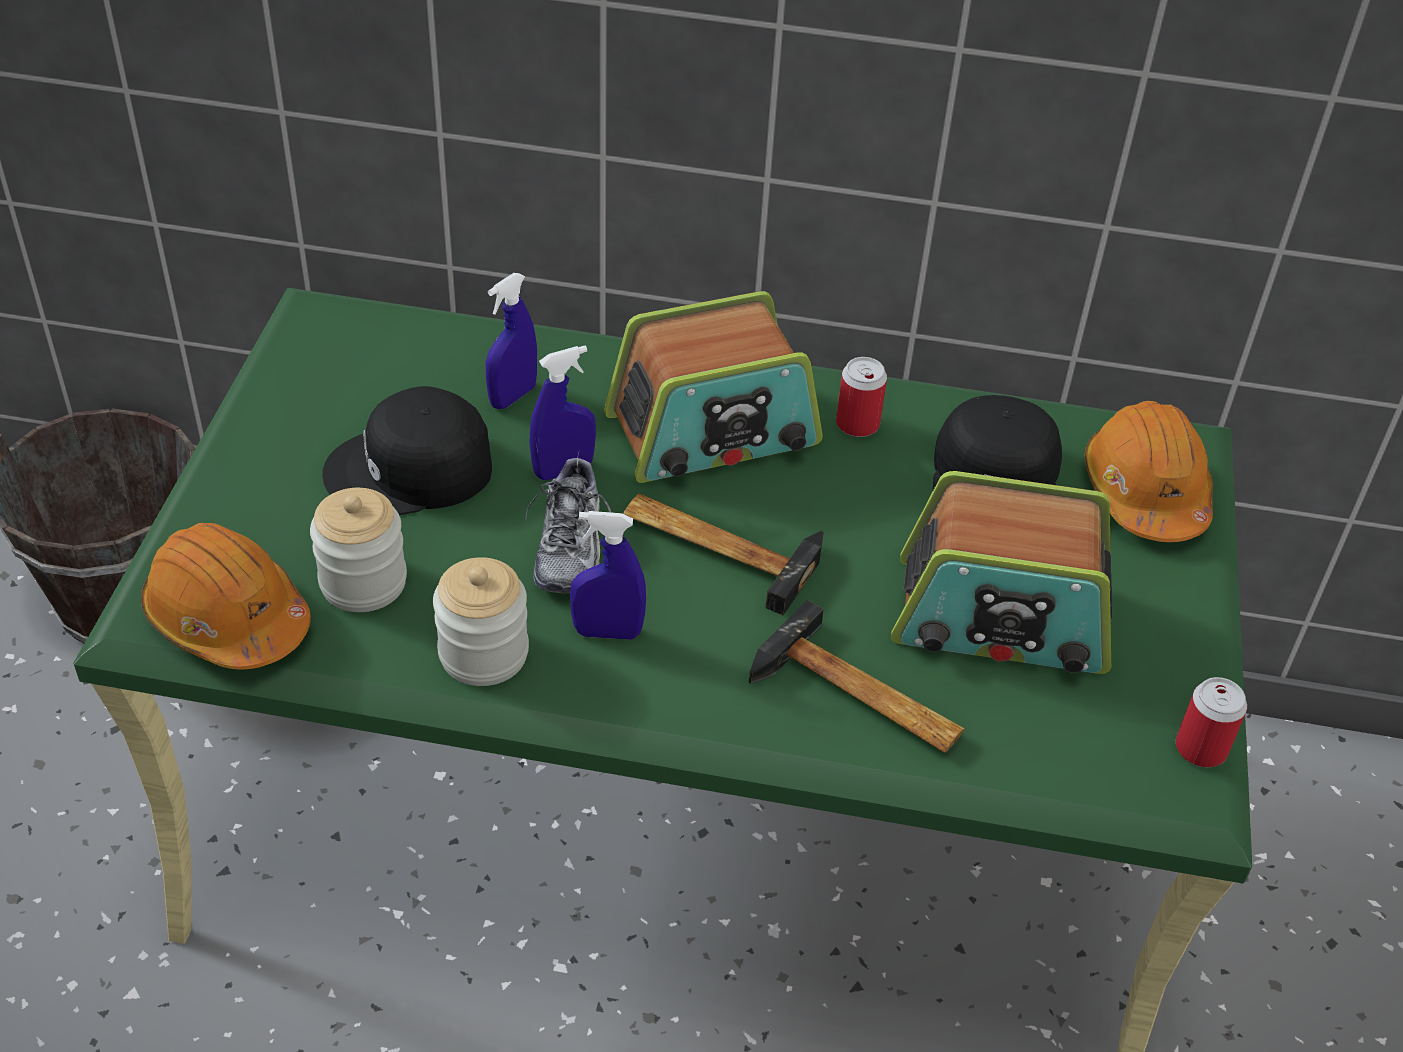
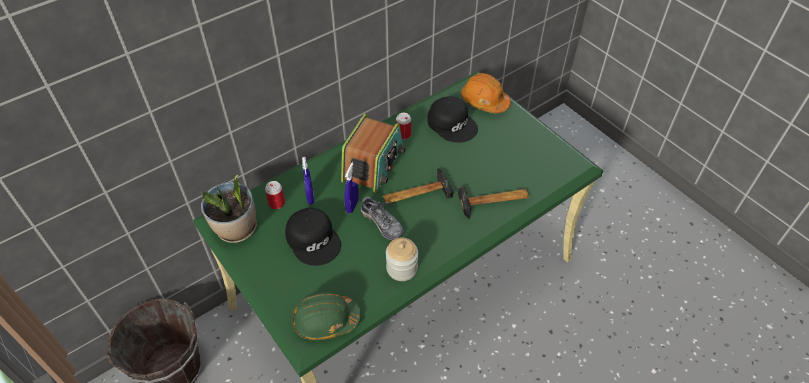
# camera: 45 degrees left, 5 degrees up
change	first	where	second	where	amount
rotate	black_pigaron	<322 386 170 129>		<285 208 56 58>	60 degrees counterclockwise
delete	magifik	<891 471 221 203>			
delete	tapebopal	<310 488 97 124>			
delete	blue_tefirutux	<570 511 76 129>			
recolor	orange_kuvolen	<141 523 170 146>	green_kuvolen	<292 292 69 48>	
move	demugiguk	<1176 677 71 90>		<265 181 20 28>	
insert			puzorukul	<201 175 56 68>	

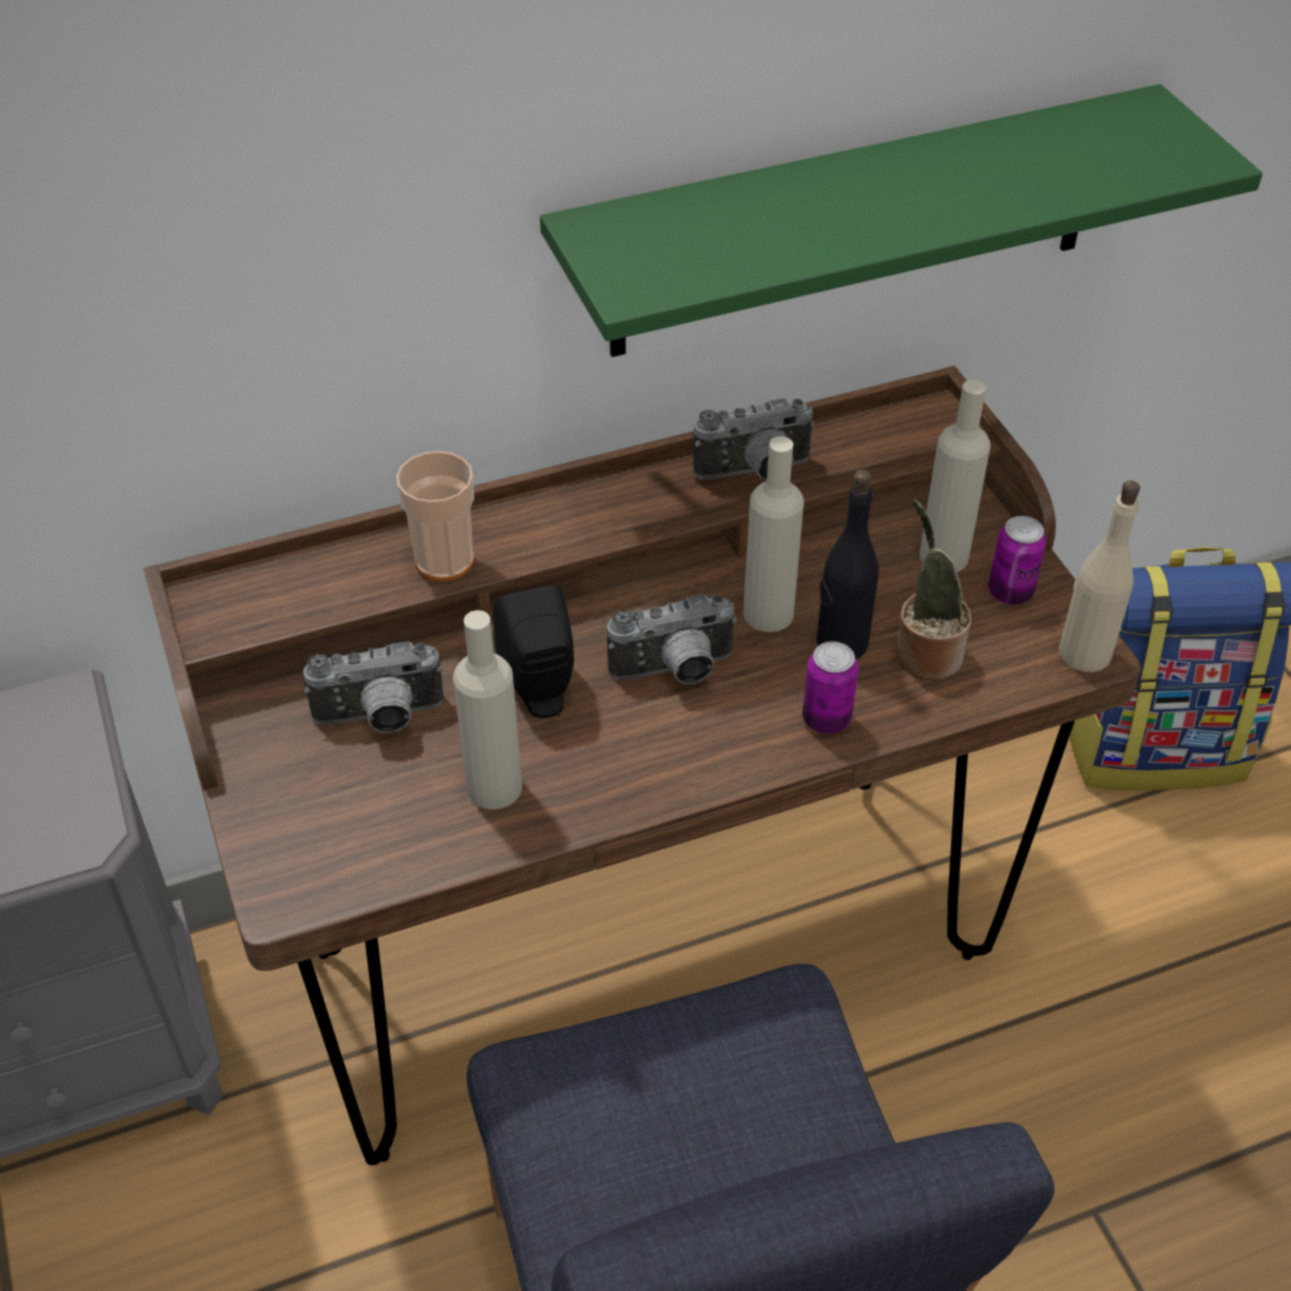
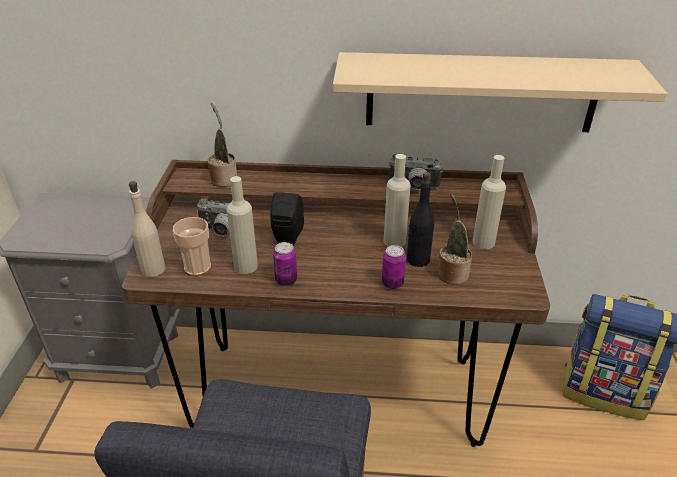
# camera: 25 degrees right, 10 degrees down
change	first	where	second	where	amount
recolor	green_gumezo	<540 84 723 273>	beige_gumezo	<333 52 334 80>	
move	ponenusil	<396 451 78 130>		<173 217 38 60>	
move	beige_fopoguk	<1059 480 81 192>		<129 181 36 96>	
move	demugiguk	<988 516 58 89>		<273 242 24 44>	
delete	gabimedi	<607 594 131 90>			
insert			puzorukul	<207 103 30 84>	

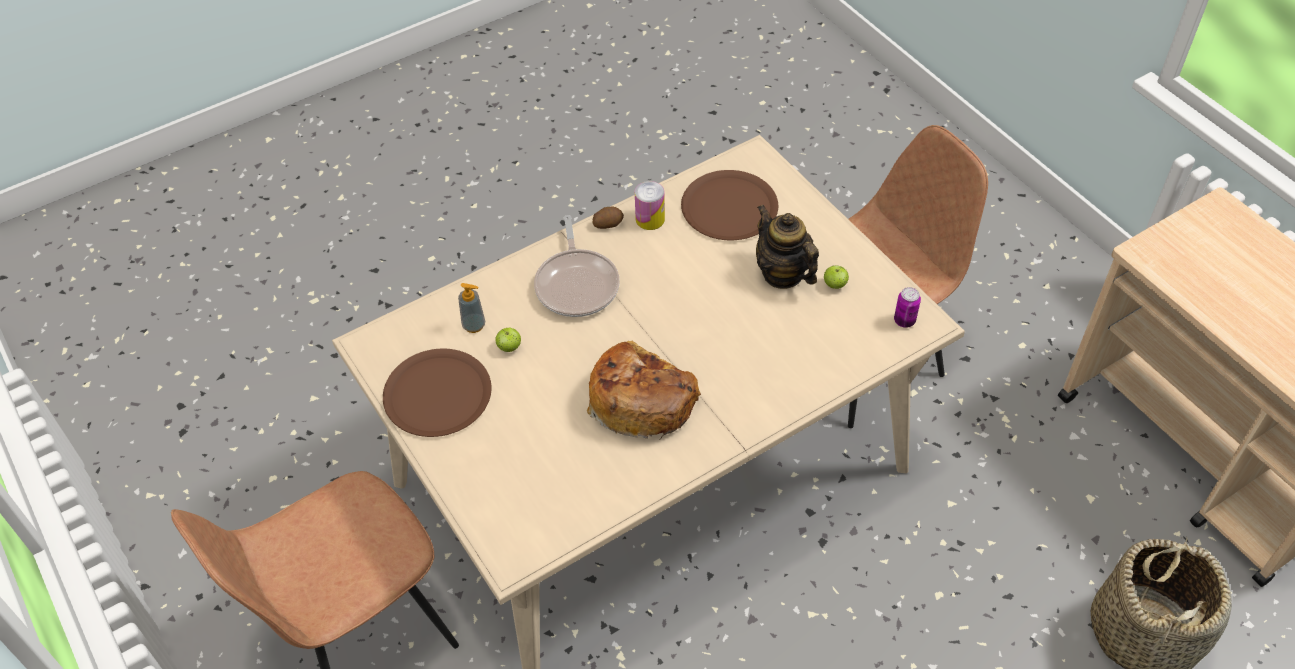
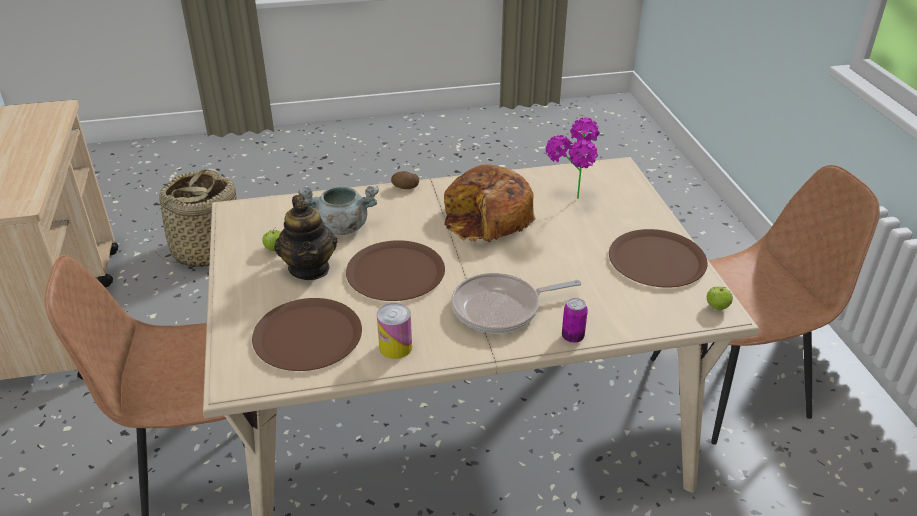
# camera: 160 degrees left, 15 degrees down
change	first	where	second	where	amount
move	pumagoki	<593 207 31 22>		<391 171 28 18>	
rotate	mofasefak	<534 215 86 102>		<451 273 130 60>	120 degrees counterclockwise
delete	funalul	<458 283 27 50>			
move	demugiguk	<894 287 27 41>		<562 298 26 45>	
move	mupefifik	<495 328 26 24>		<707 286 26 24>	
insert			puzorukul	<546 117 53 82>	
insert			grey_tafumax	<298 186 81 49>	
insert			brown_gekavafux	<346 240 99 61>	

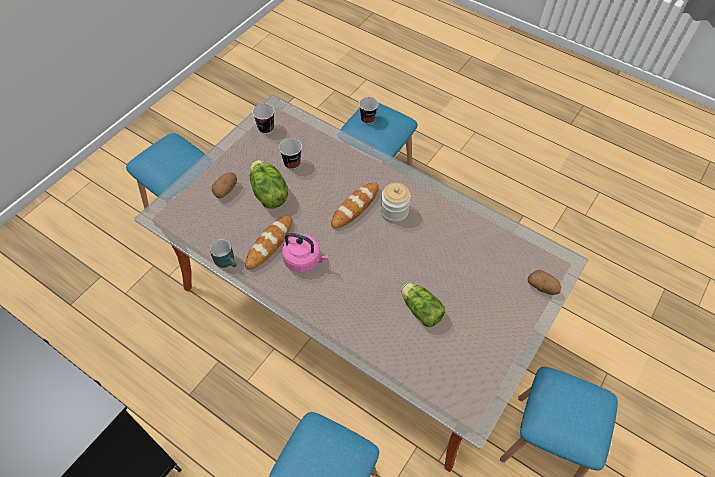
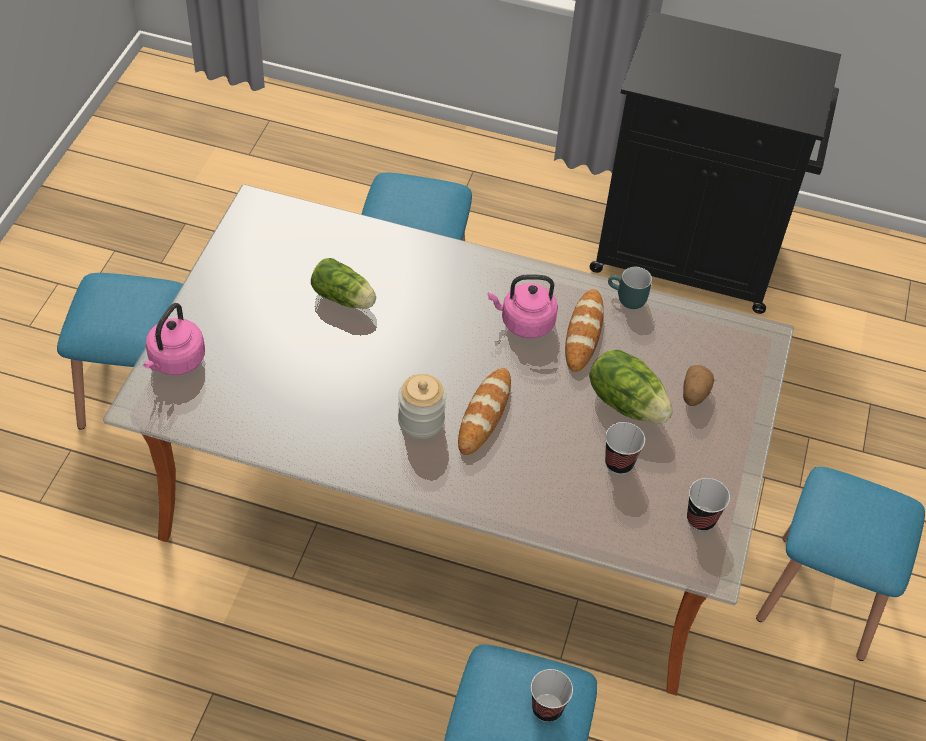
# camera: 160 degrees right, 5 degrees down
change	first	where	second	where	amount
replace	pumagoki	<528 270 34 25>	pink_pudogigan	<143 303 62 72>	

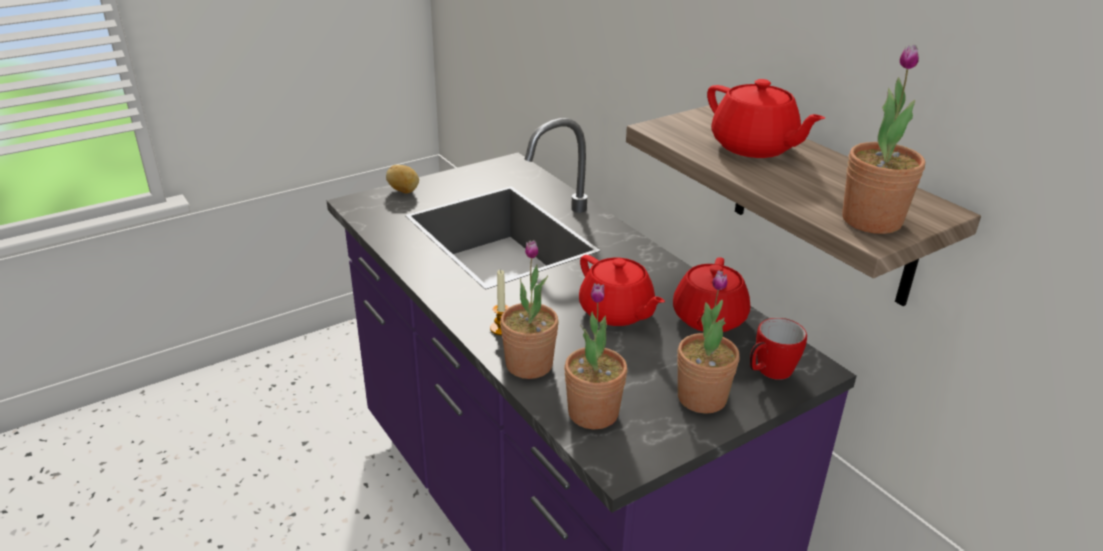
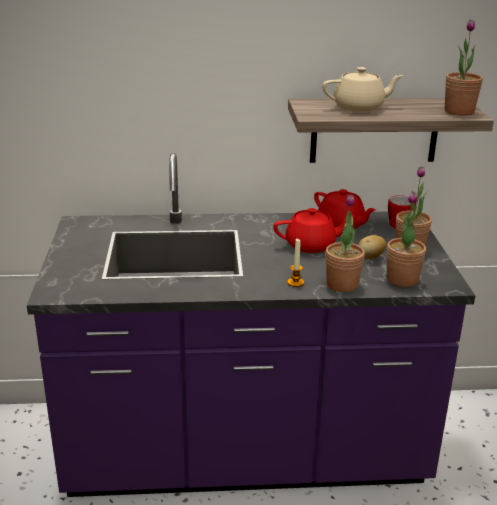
# camera: 60 degrees left, 5 degrees down
change	first	where	second	where	amount
recolor	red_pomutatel	<707 79 118 79>	beige_pomutatel	<322 67 82 45>	
move	pumagoki	<386 165 33 28>		<358 235 28 24>	

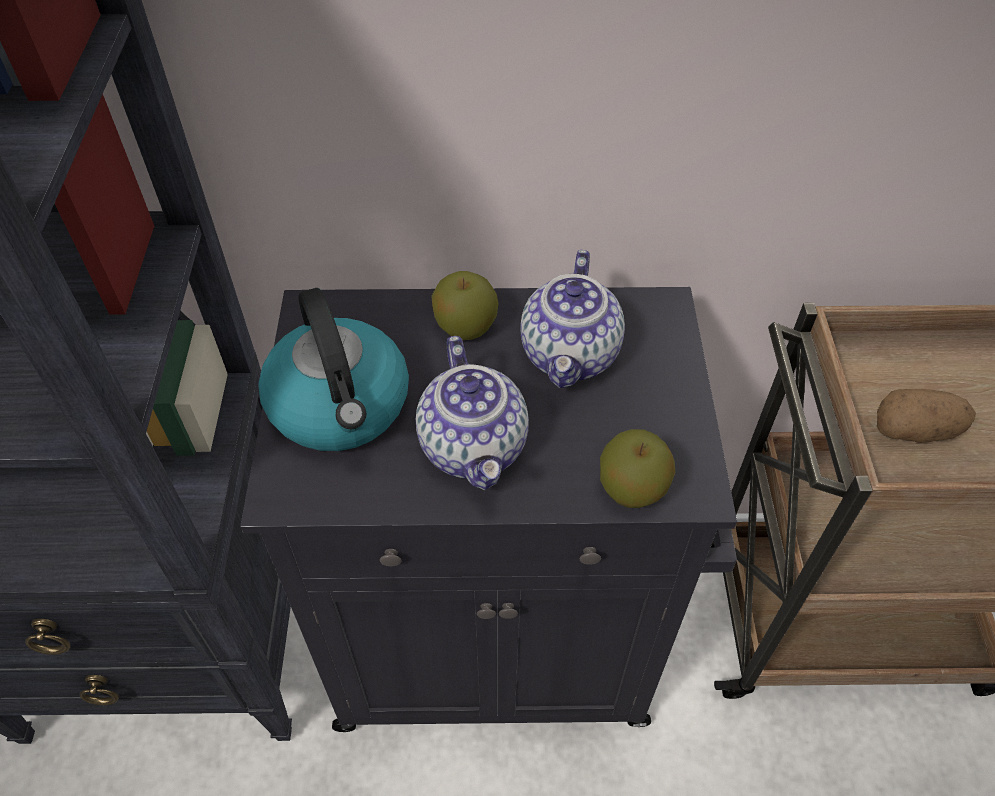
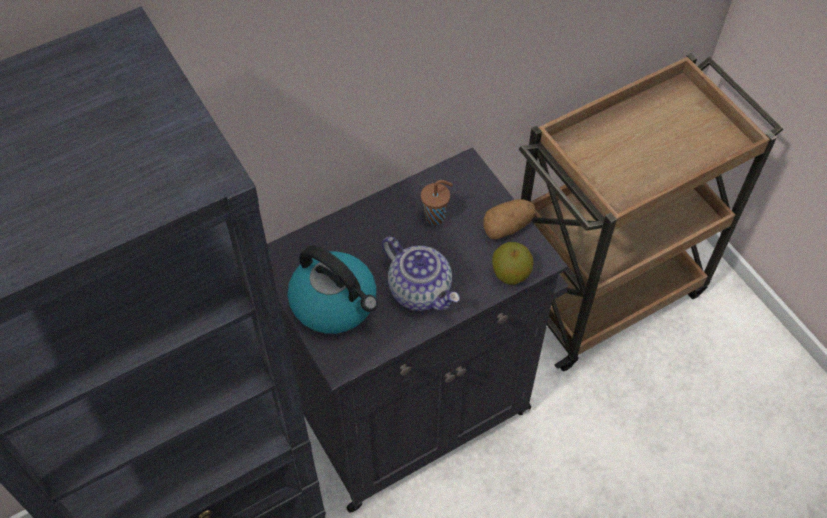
# camera: 30 degrees left, 5 degrees up
change	first	where	second	where	amount
replace	pomutatel	<520 250 105 138>	brown_ponenusil	<421 180 32 45>	
delete	mupefifik	<431 271 67 69>			
move	pumagoki	<877 389 99 54>		<483 199 52 40>	

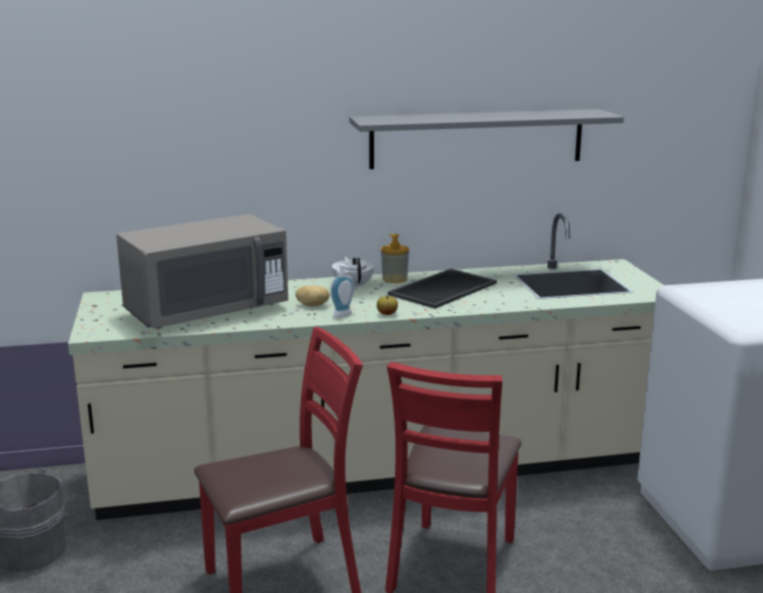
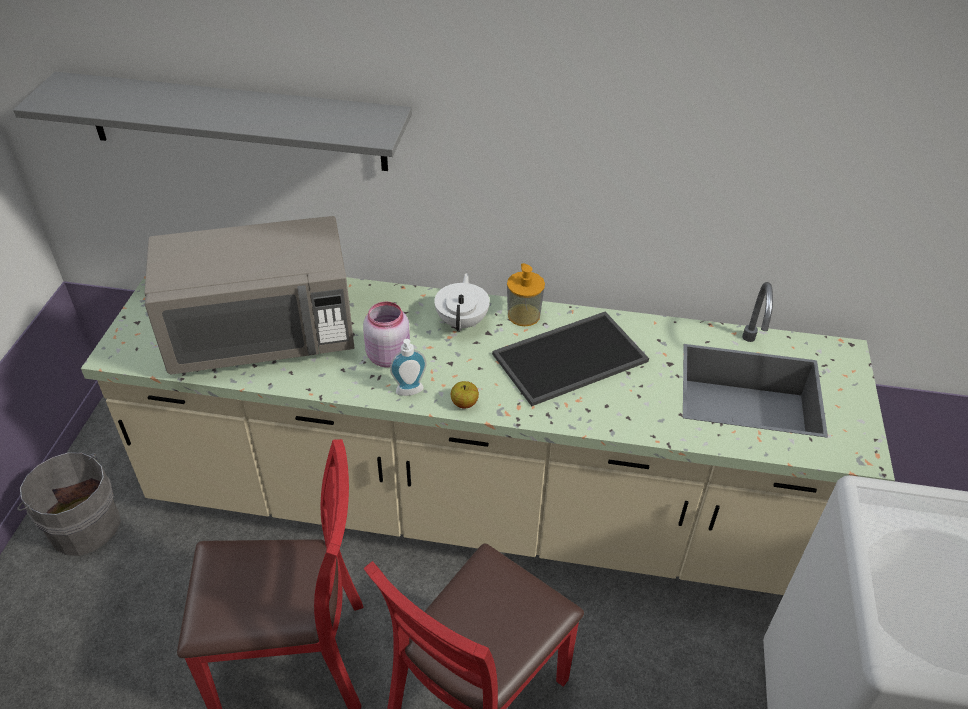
# camera: 20 degrees right, 25 degrees up
change	first	where	second	where	amount
move	grey_gumezo	<349 109 275 60>		<13 72 399 99>	
replace	pumagoki	<295 285 35 22>	pink_tapebopal	<363 302 47 66>	

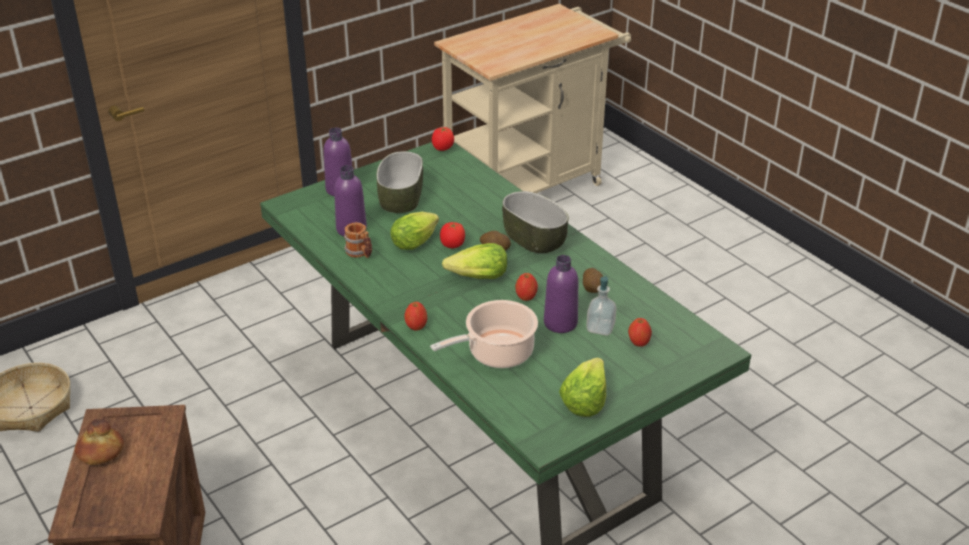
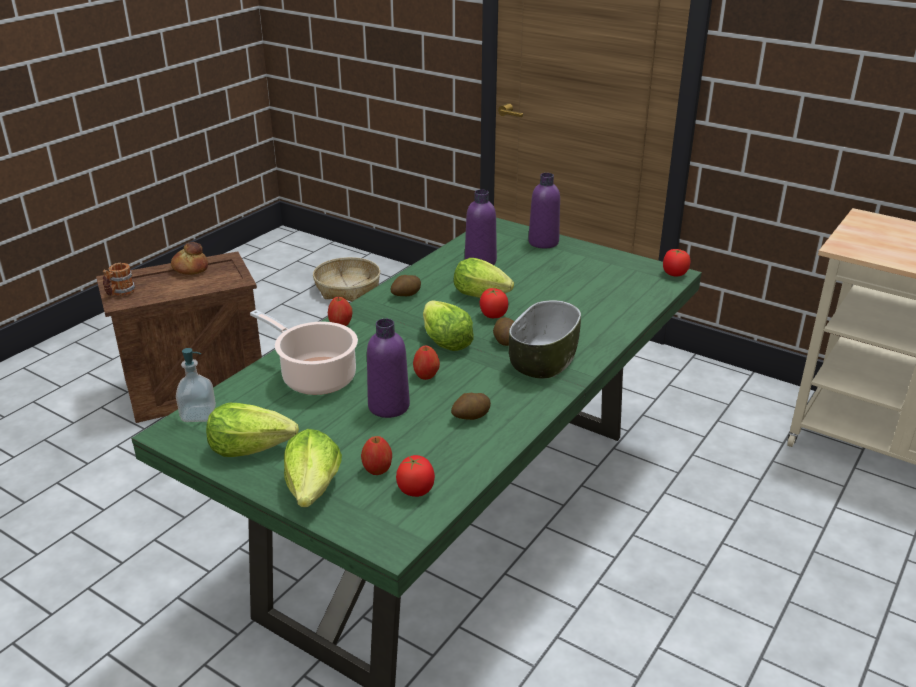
# camera: 70 degrees right, 5 degrees down
change	first	where	second	where	amount
delete	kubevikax	<376 151 47 62>			
move	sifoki	<344 222 28 36>		<103 263 32 34>	
move	funalul	<586 276 31 60>		<176 348 40 74>	
insert			pumagoki	<391 275 30 21>	
insert			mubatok	<284 429 58 78>	
insert			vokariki	<396 455 39 42>	

